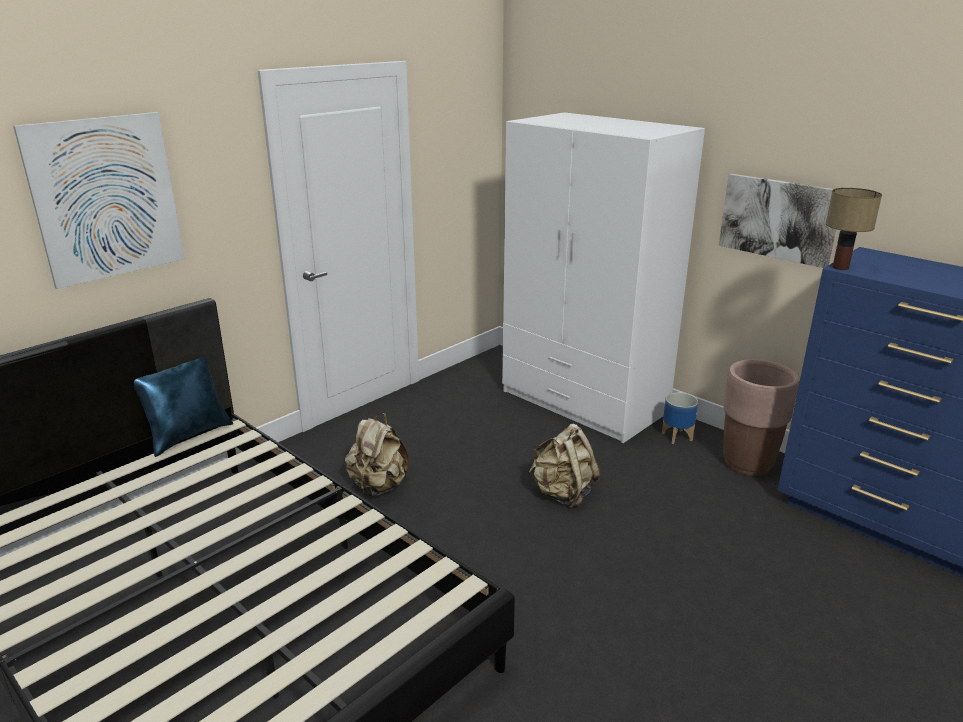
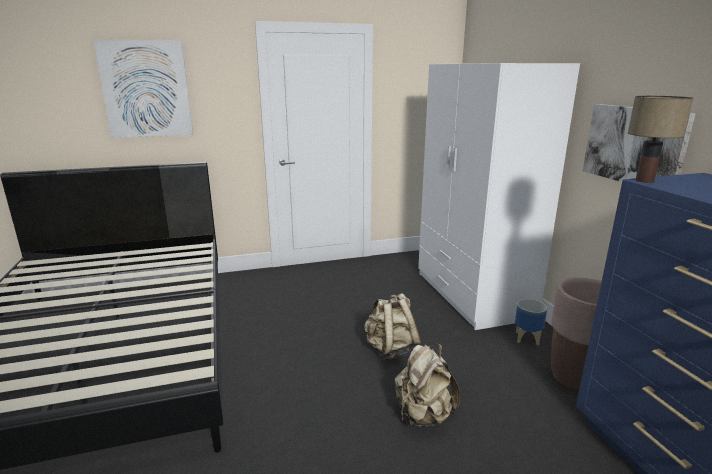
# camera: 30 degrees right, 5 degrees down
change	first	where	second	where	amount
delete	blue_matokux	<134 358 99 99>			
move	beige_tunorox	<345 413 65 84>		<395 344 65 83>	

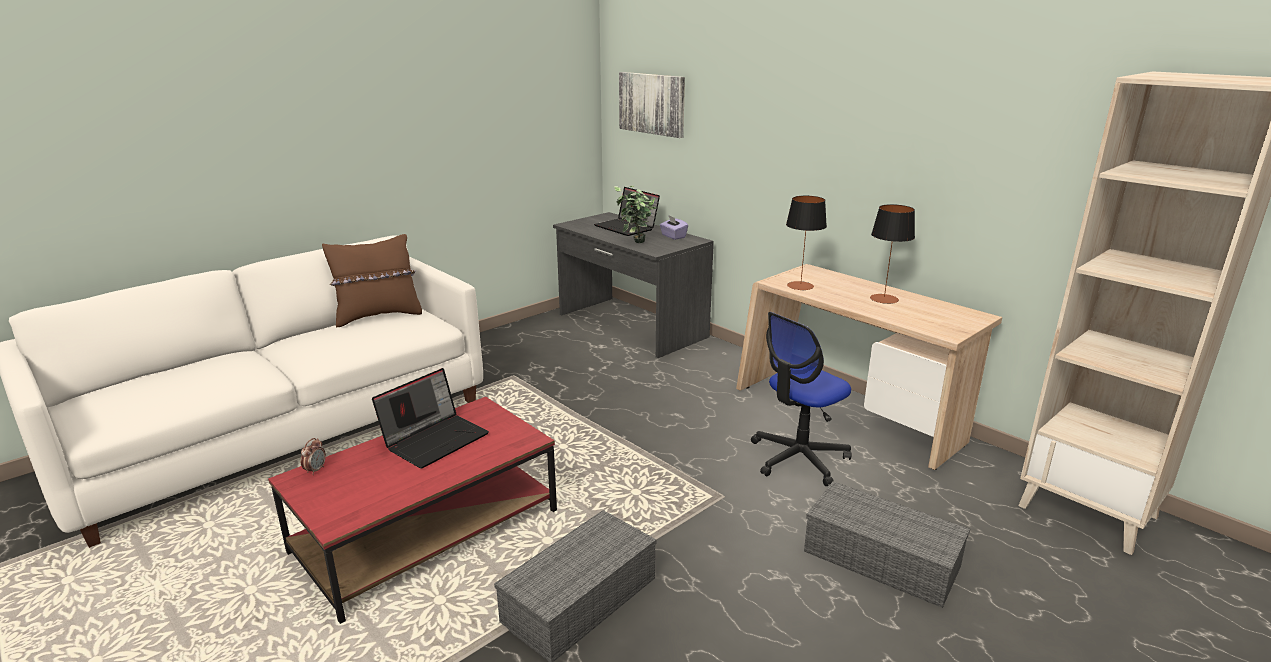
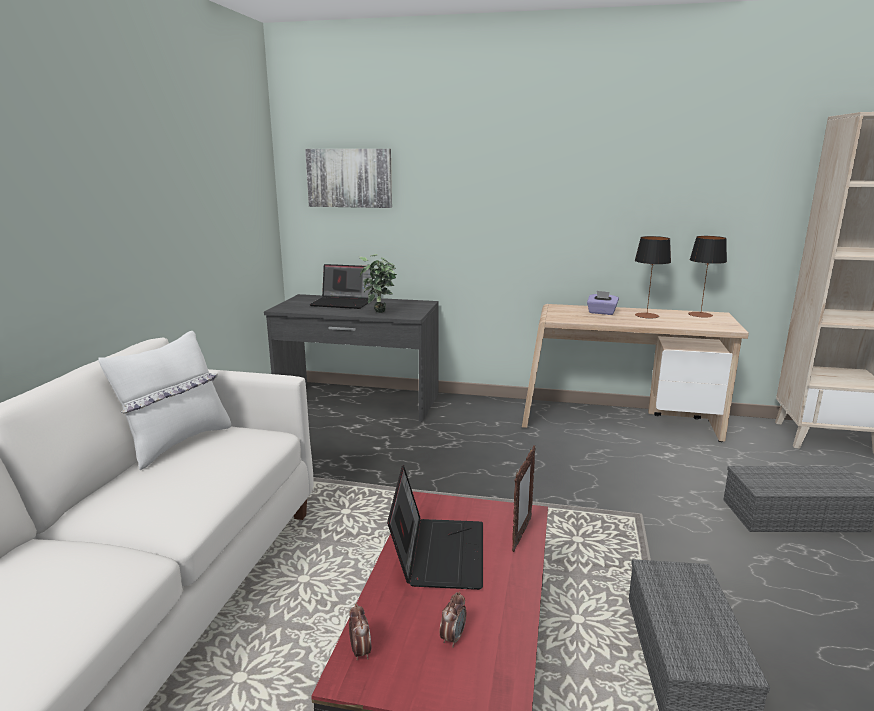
# camera: 35 degrees left, 5 degrees down
change	first	where	second	where	amount
move	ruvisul	<786 196 41 95>		<688 236 39 81>	
move	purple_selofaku	<660 216 28 24>		<587 291 32 24>	
recolor	brown_matokux	<322 234 100 94>	white_matokux	<98 331 133 139>	
delete	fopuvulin	<751 312 101 174>			
insert			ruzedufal	<512 445 24 107>	
insert			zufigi	<440 592 26 56>	

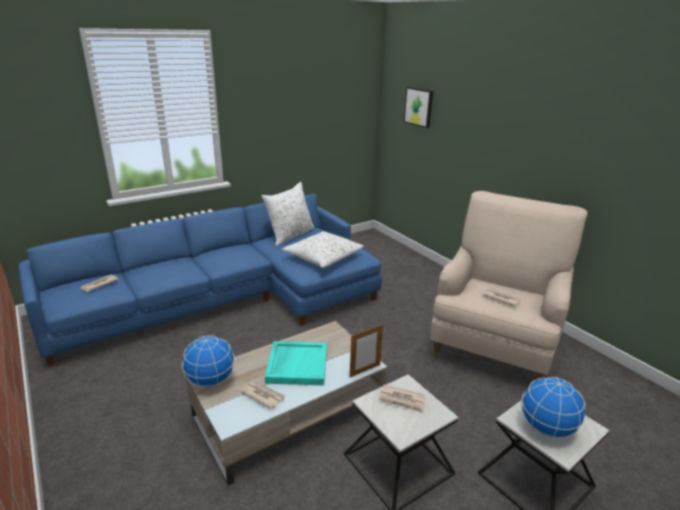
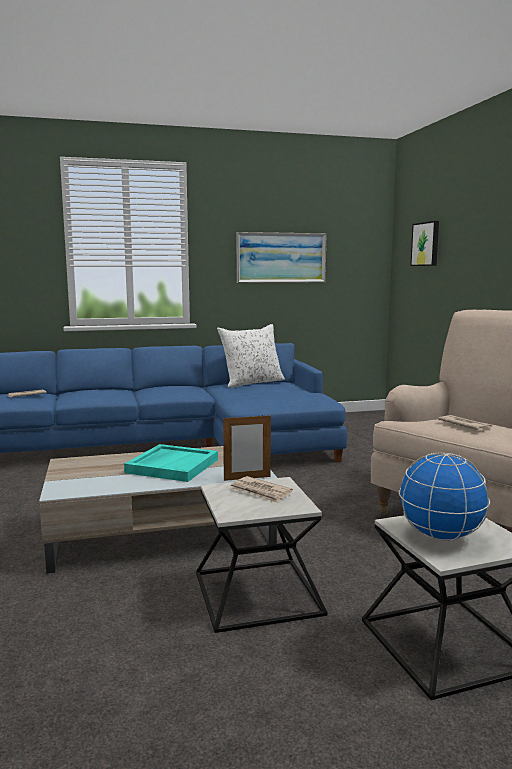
# camera: 20 degrees right, 15 degrees down
change	first	where	second	where	amount
delete	white_matokux	<282 231 82 37>			
delete	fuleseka	<182 336 53 51>			
delete	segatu	<240 381 45 29>			
insert			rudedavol	<236 232 91 51>	

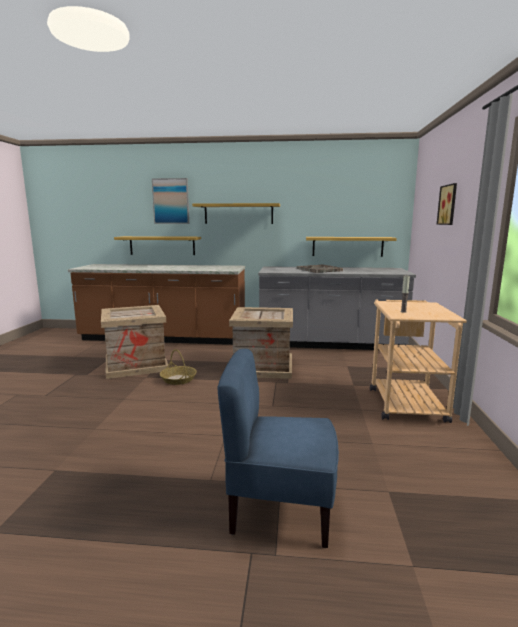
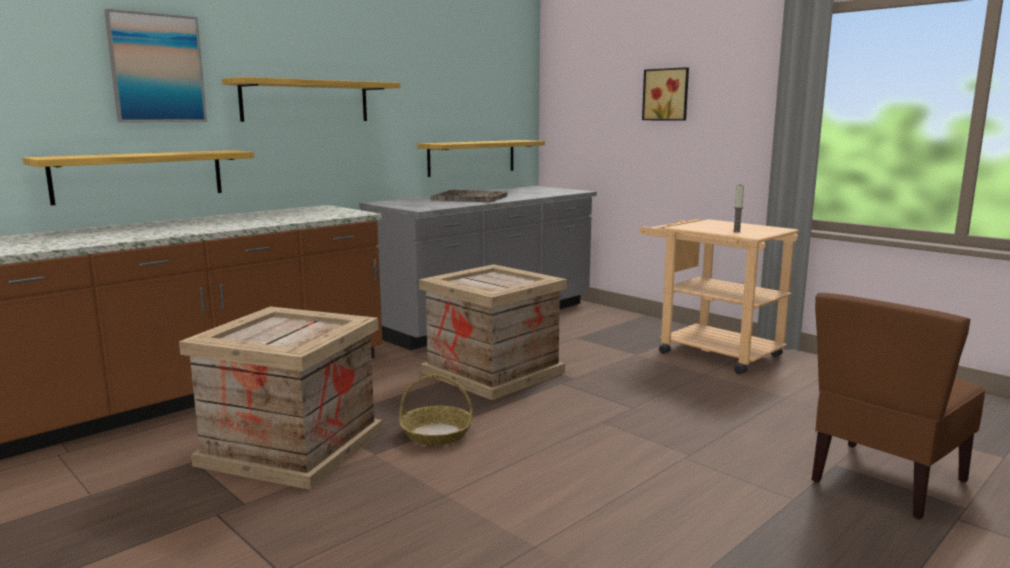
# camera: 50 degrees left, 0 degrees up
change	first	where	second	where	amount
recolor	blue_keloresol	<217 349 122 199>	brown_keloresol	<812 293 174 226>	

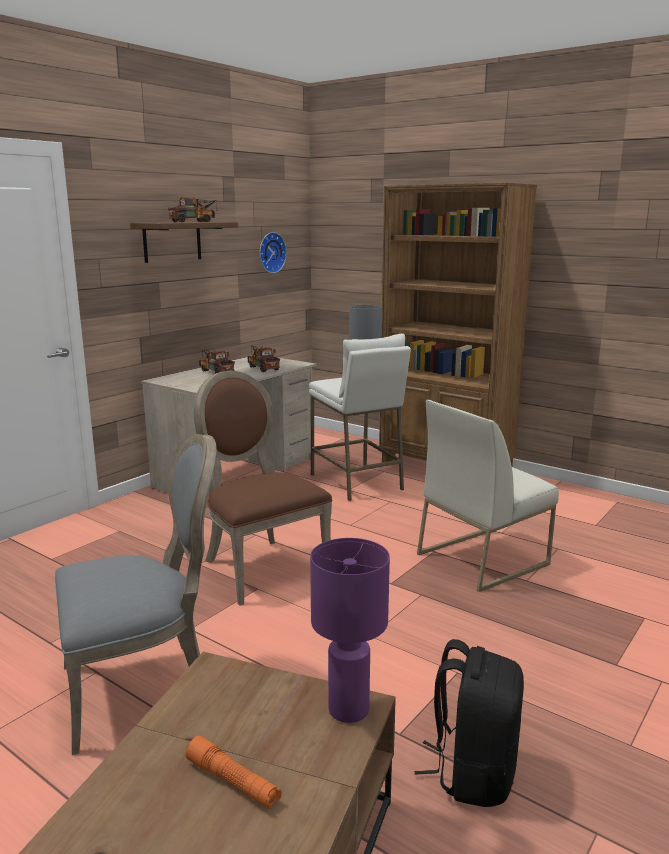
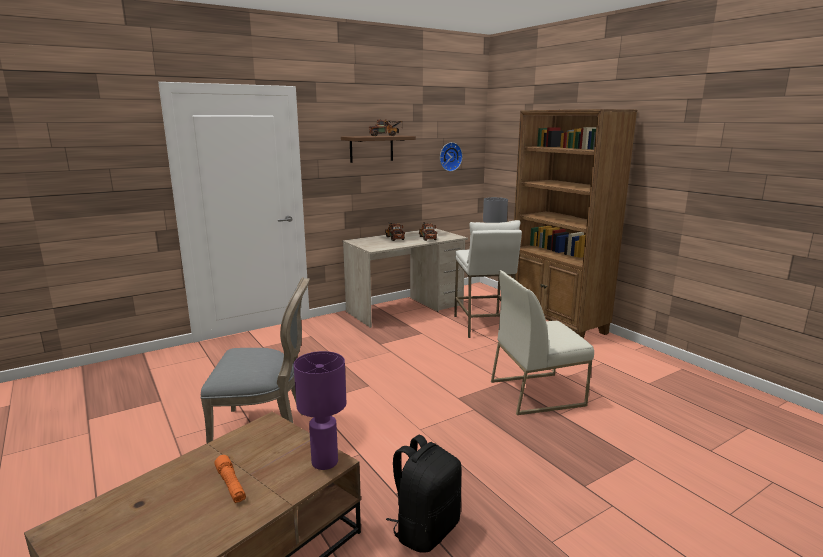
# camera: 20 degrees right, 0 degrees up
change	first	where	second	where	amount
delete	brown_keloresol	<193 371 139 235>			

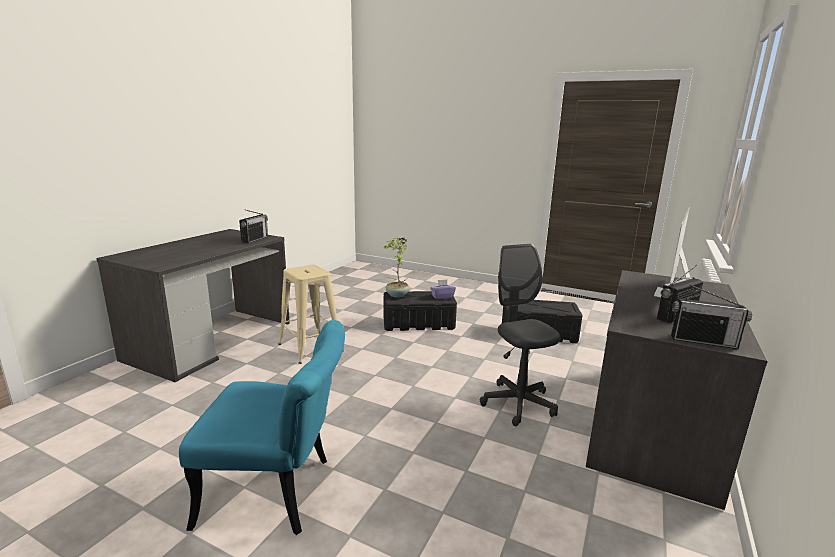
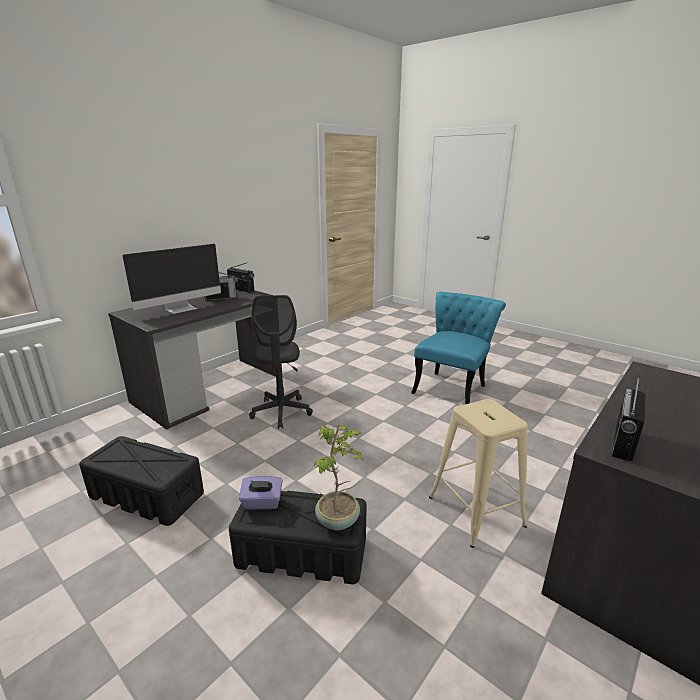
# camera: 165 degrees left, 5 degrees up
change	first	where	second	where	amount
rotate	turquoise_keloresol	<179 320 166 215>		<411 292 95 112>	105 degrees clockwise

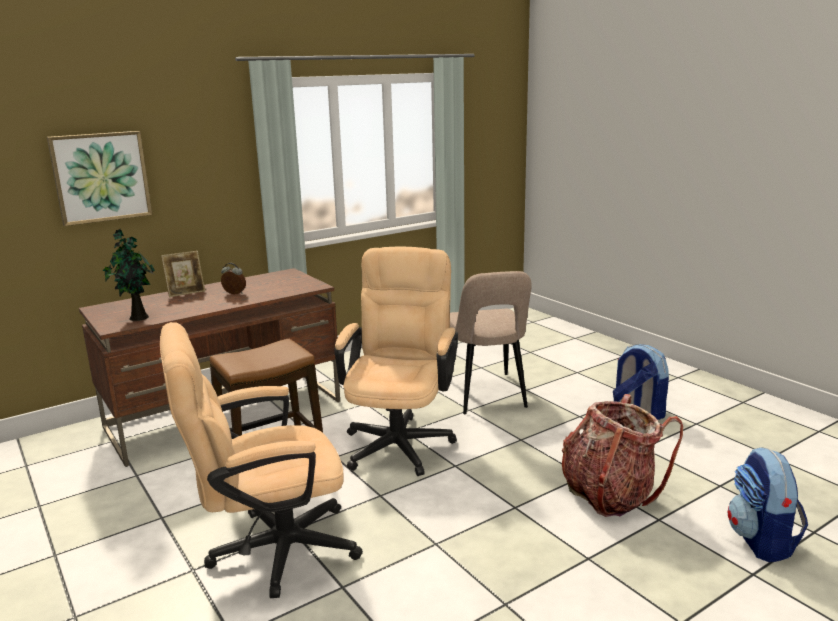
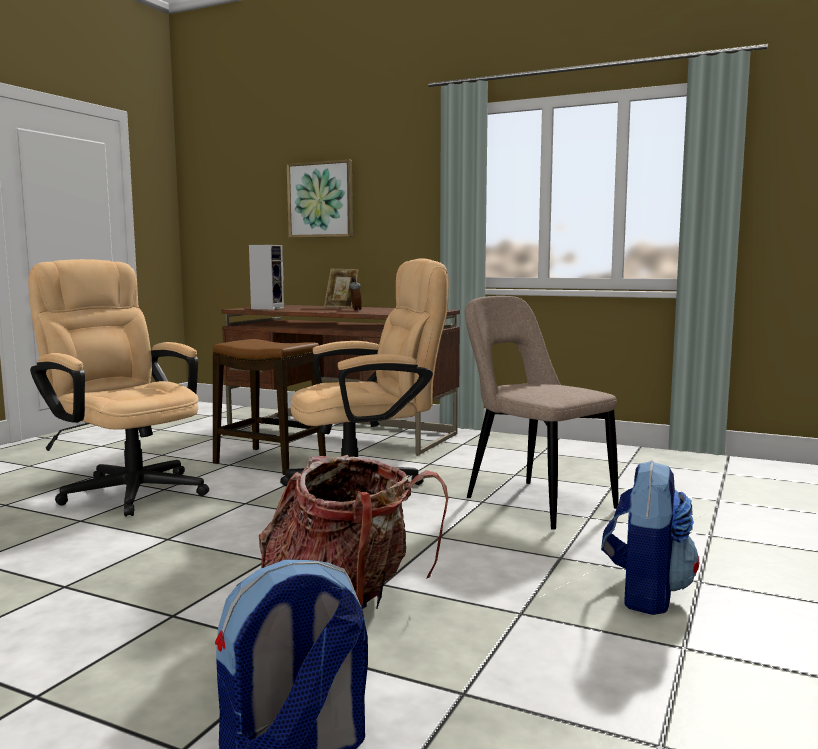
# camera: 60 degrees right, 10 degrees down
change	first	where	second	where	amount
replace	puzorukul	<103 229 52 92>	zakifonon	<249 245 35 65>	
rotate	beige_keloresol	<450 271 82 143>		<465 296 154 234>	90 degrees clockwise

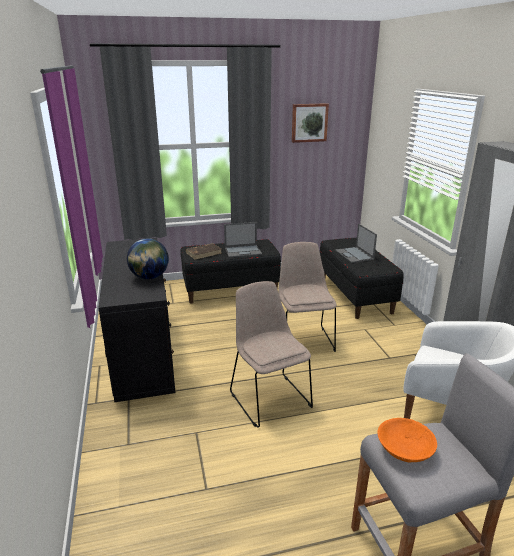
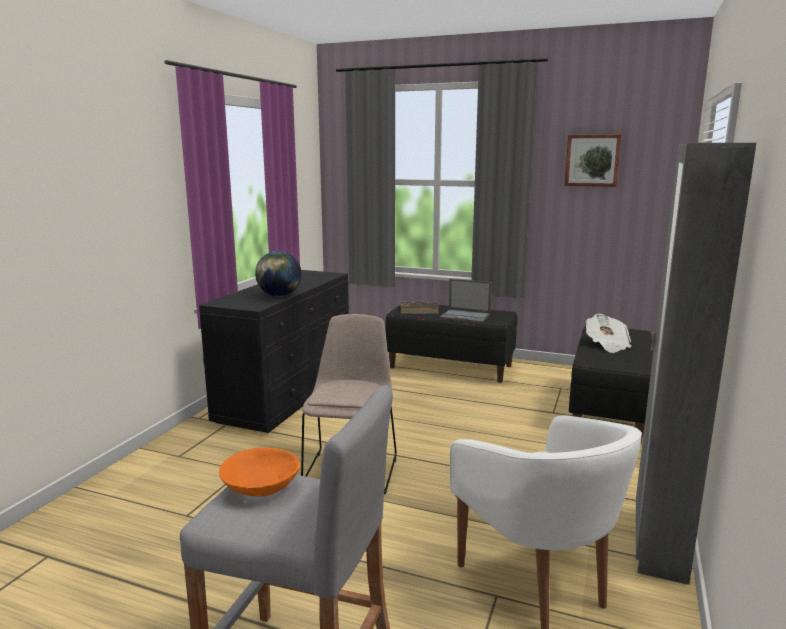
# camera: 35 degrees right, 10 degrees down
change	first	where	second	where	amount
replace	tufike	<335 224 42 39>	segatu	<586 314 46 39>	
delete	beige_keloresol	<278 242 58 110>			

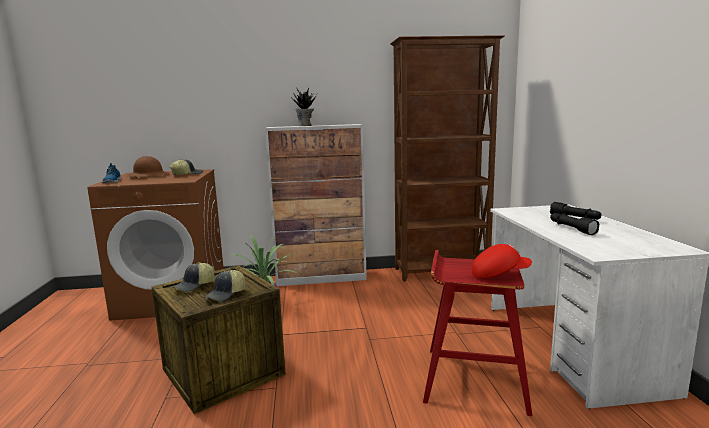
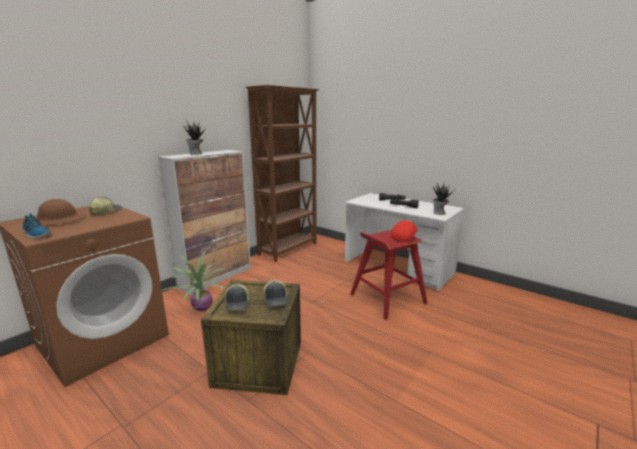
# camera: 45 degrees left, 5 degrees up
change	first	where	second	where	amount
insert			puzorukul	<433 183 20 32>	

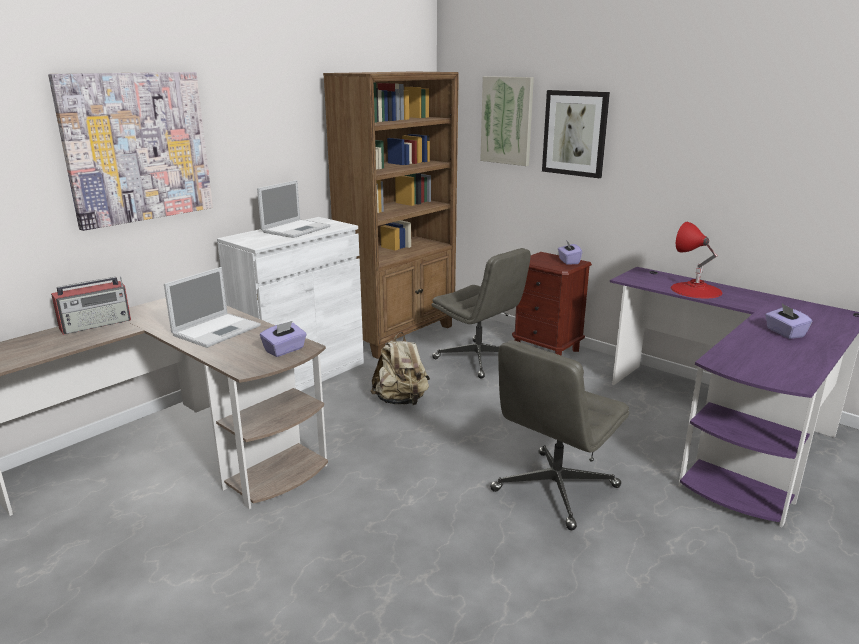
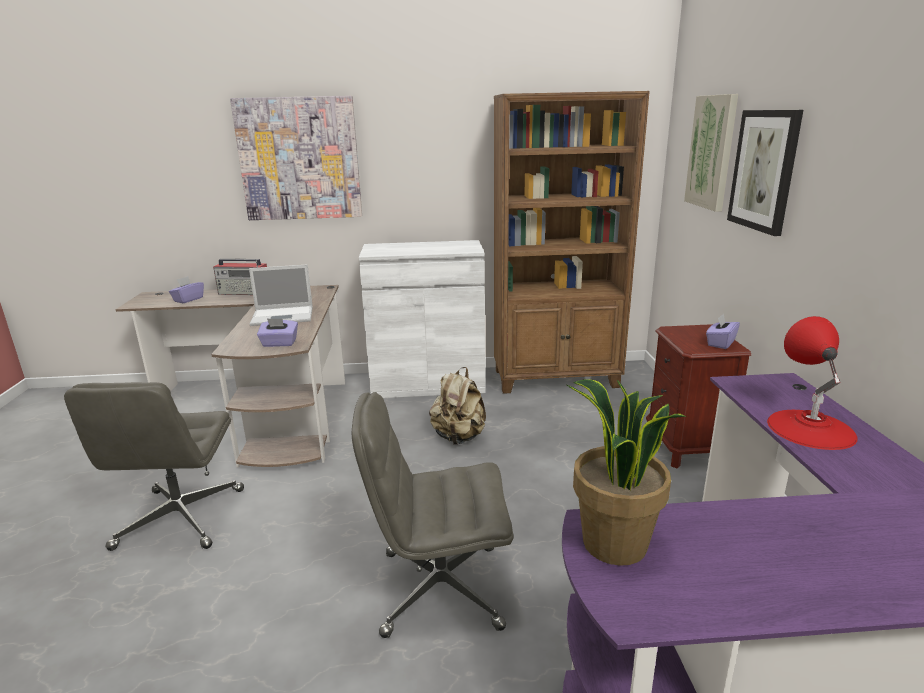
# camera: 45 degrees right, 0 degrees up
change	first	where	second	where	amount
delete	tufike	<257 180 73 58>			
move	grey_fopuvulin	<432 248 99 131>		<64 382 180 169>	
move	purple_selofaku	<765 304 47 35>		<169 276 35 27>	
insert			puzorukul	<567 379 120 187>	

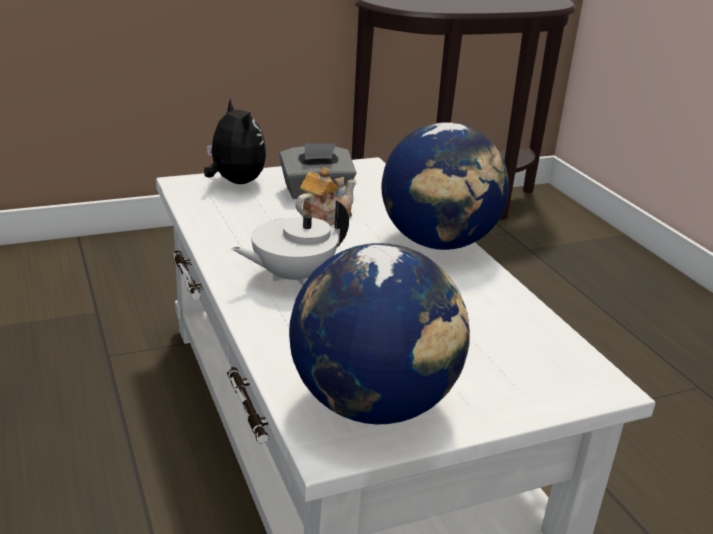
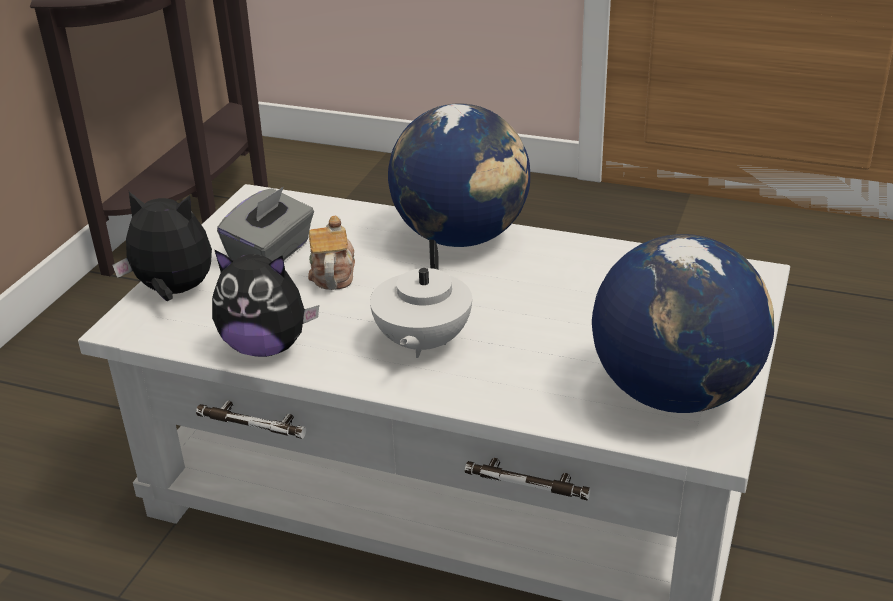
# camera: 45 degrees left, 5 degrees up
change	first	where	second	where	amount
insert			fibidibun	<212 250 107 107>	

